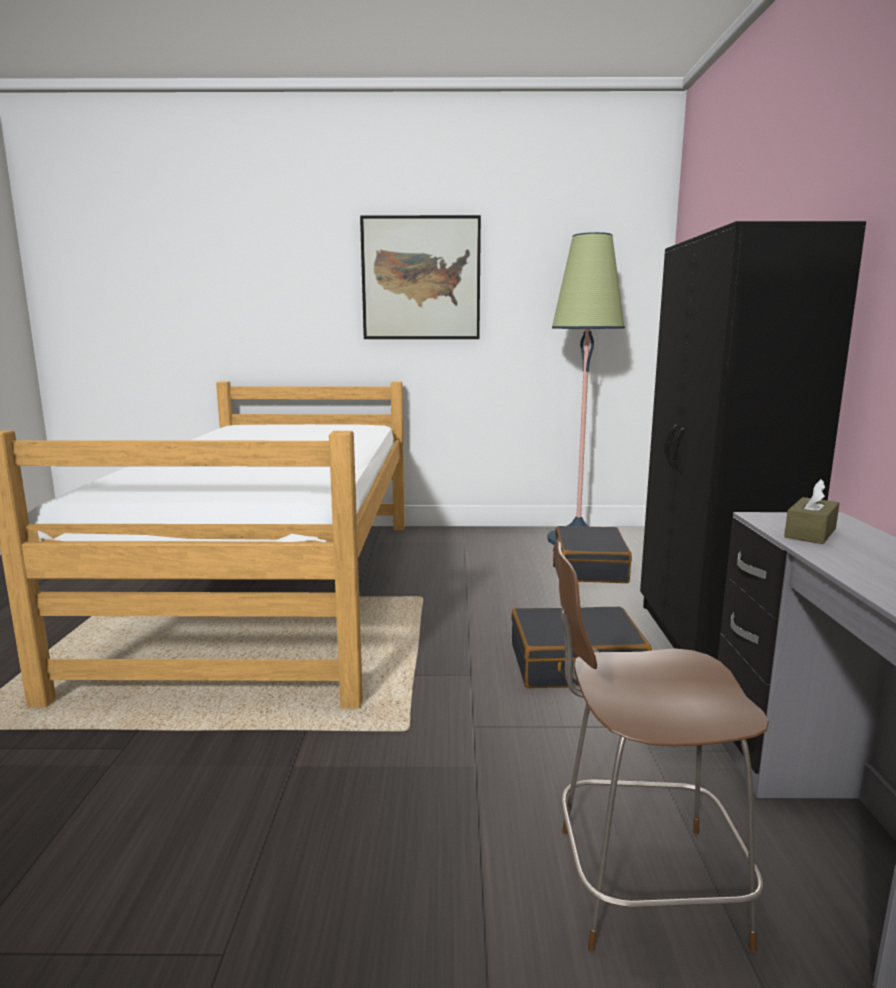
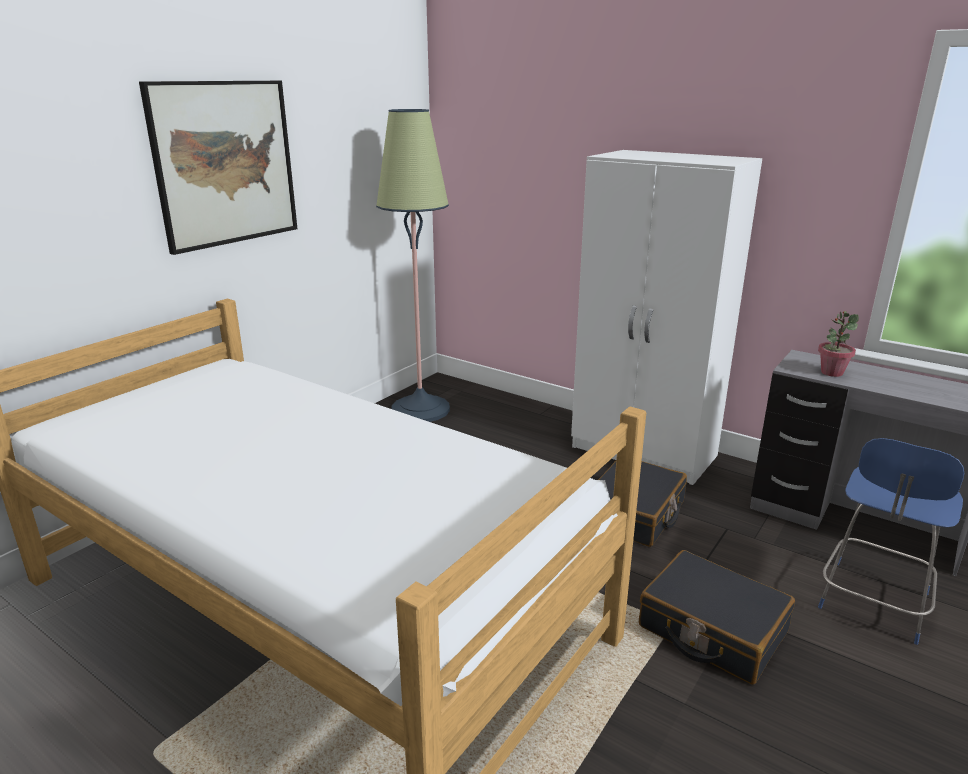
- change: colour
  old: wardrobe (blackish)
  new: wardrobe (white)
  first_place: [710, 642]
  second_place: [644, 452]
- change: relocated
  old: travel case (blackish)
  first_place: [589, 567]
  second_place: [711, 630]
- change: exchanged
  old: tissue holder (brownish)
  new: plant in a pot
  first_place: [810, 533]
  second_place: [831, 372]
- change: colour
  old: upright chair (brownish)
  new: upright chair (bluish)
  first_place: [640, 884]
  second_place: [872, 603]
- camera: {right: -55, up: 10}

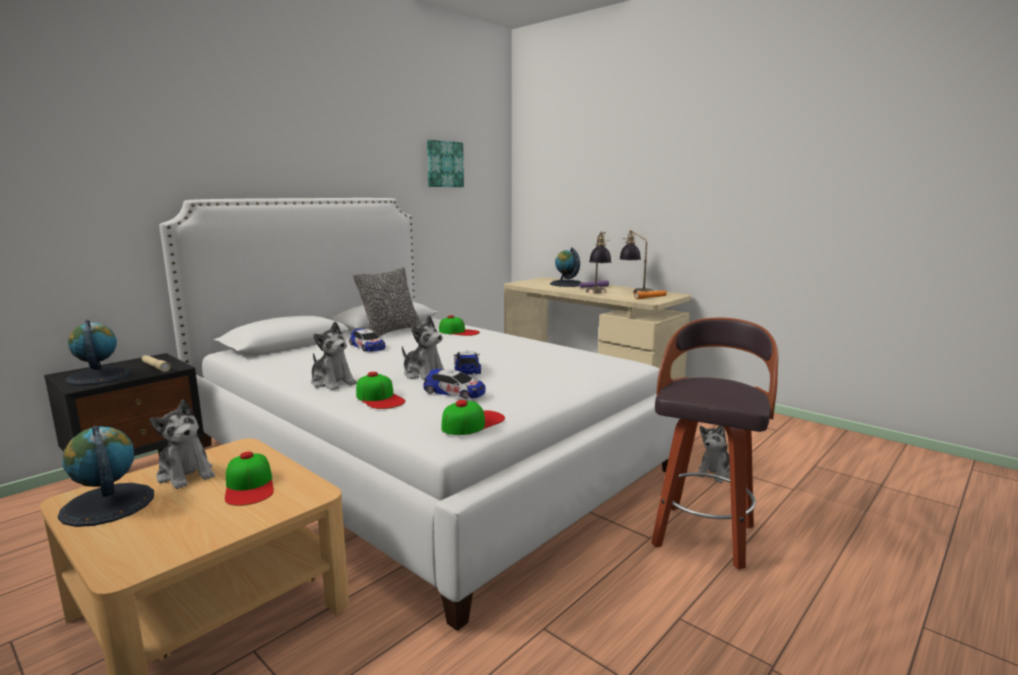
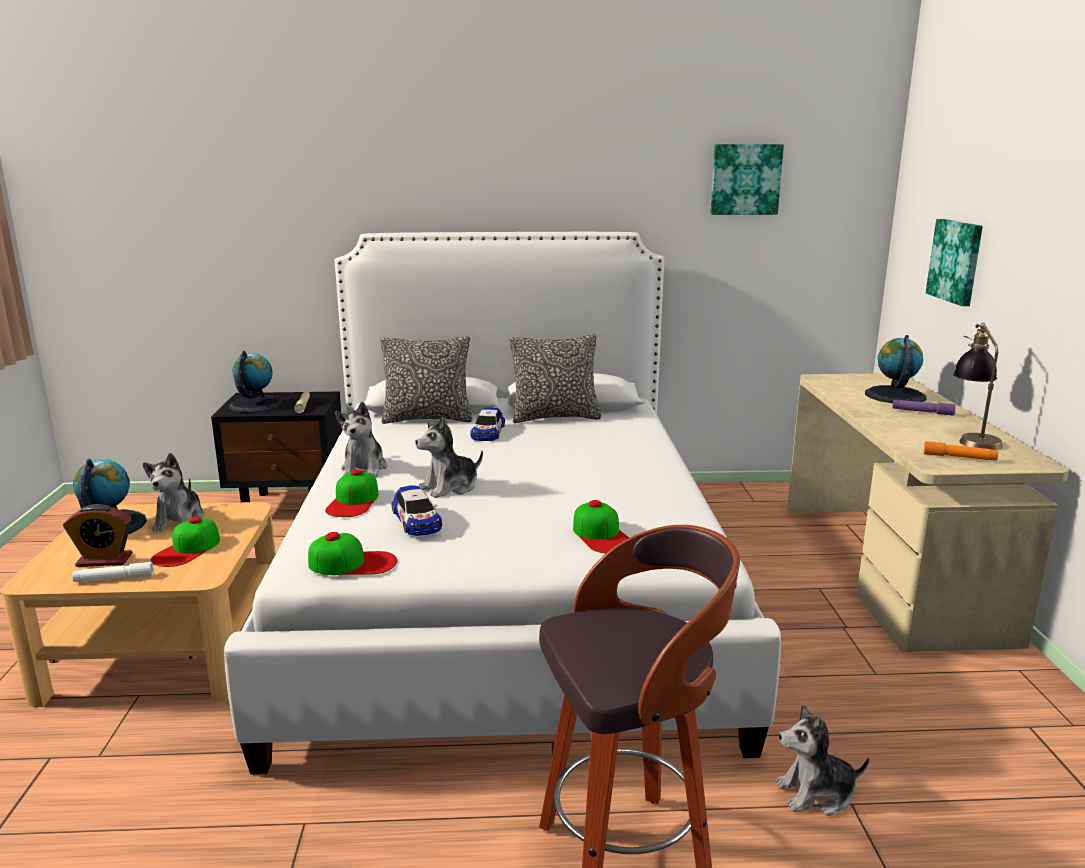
- change: appeared
  new: bedside clock
  second_place: [104, 560]
- change: appeared
  new: torch (white)
  second_place: [114, 579]
- change: appeared
  new: throw pillow
  second_place: [428, 419]
- change: spun
  old: plush toy
  first_place: [424, 374]
  second_place: [450, 487]
  degrees: 60
- change: relocated
  old: peaked cap
  first_place: [459, 332]
  second_place: [602, 535]
- change: appeared
  new: picture
  second_place: [956, 261]
- change: missing
  old: model car
  first_place: [467, 368]
- change: missing
  old: table lamp
  first_place: [597, 293]
- camera: {right: 45, up: 5}

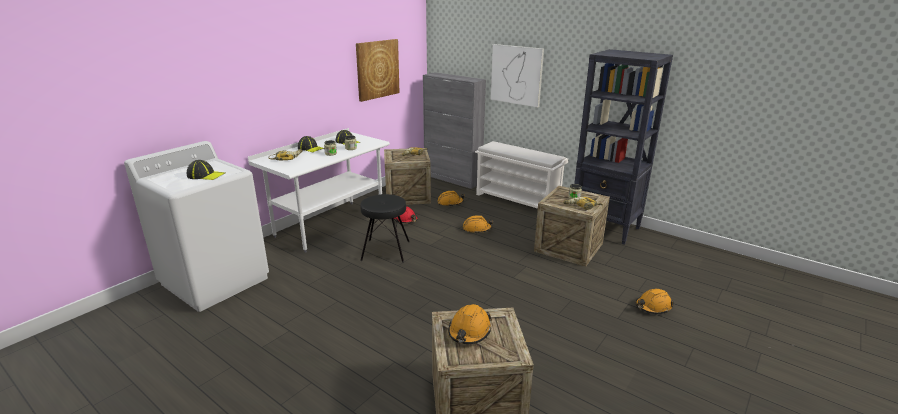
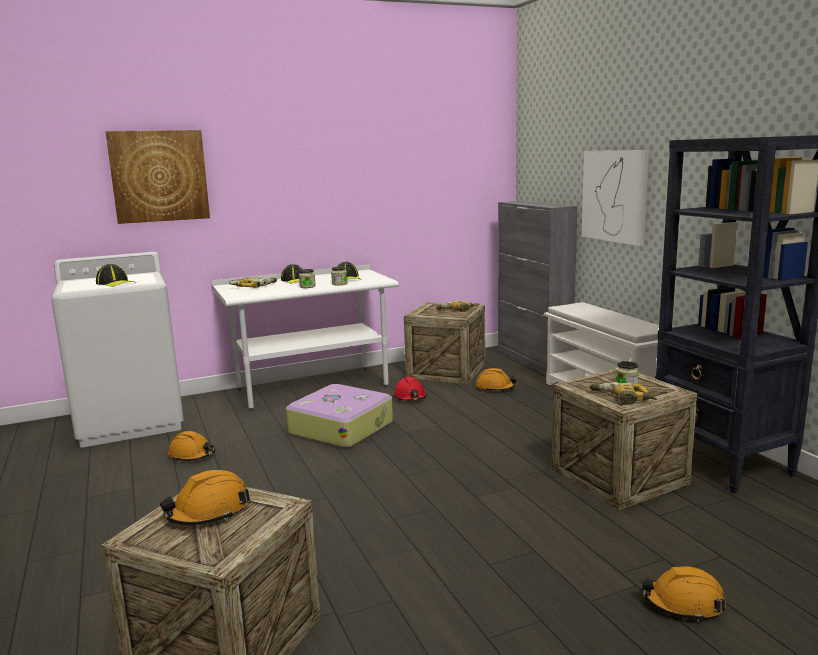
- change: relocated
  old: picture
  first_place: [377, 69]
  second_place: [159, 176]
- change: relocated
  old: hard hat (orange)
  first_place: [477, 229]
  second_place: [192, 455]
- change: exchanged
  old: stool seat (blackish)
  new: travel case
  first_place: [385, 251]
  second_place: [341, 427]
- camera: {right: 30, up: -10}

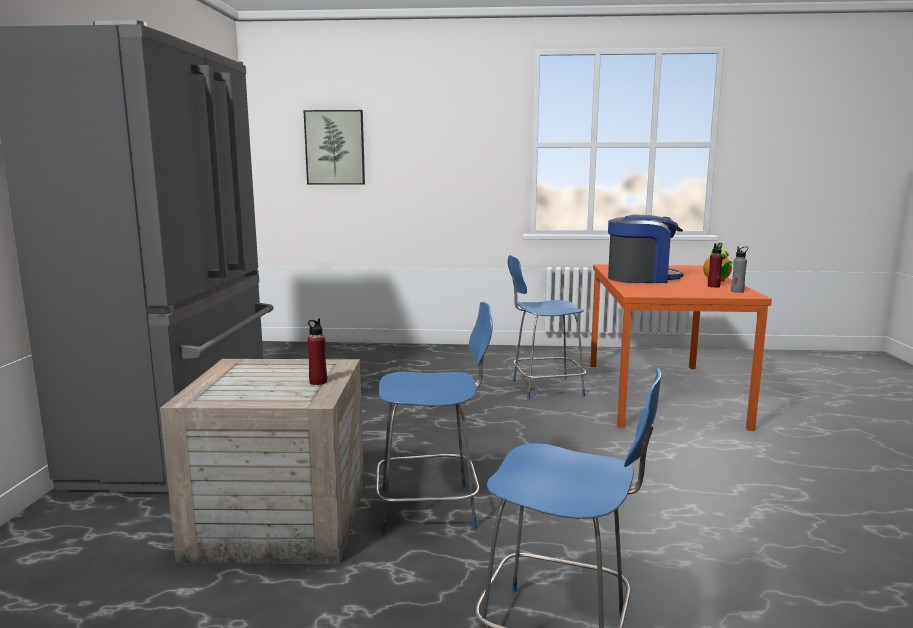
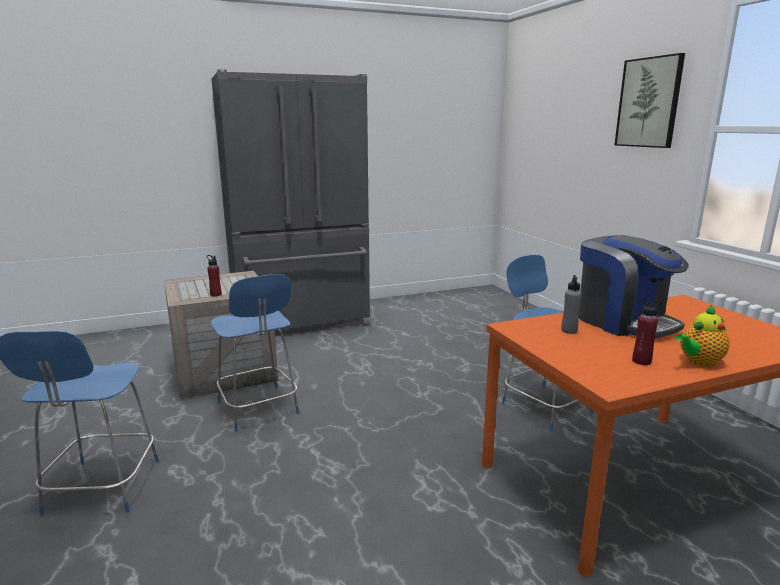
- change: relocated
  old: bottle (grey)
  first_place: [737, 291]
  second_place: [569, 331]
- change: relocated
  old: picture
  first_place: [335, 147]
  second_place: [649, 102]
- camera: {right: 65, up: 5}

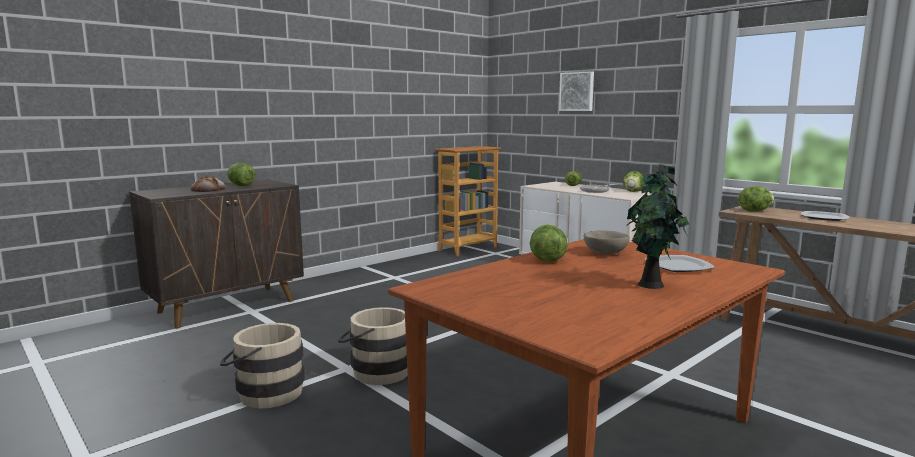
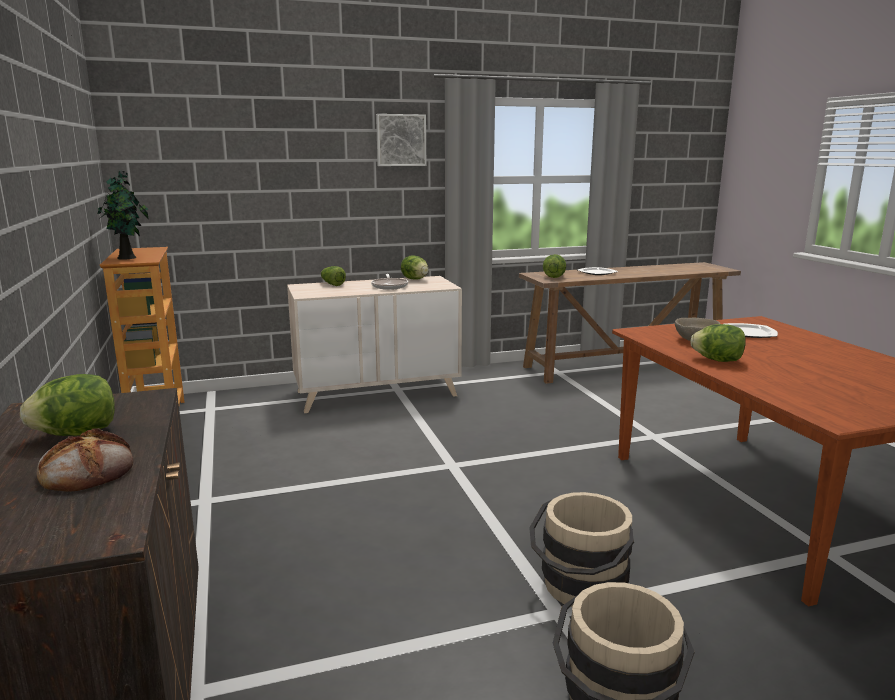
- change: relocated
  old: plant in a pot
  first_place: [652, 285]
  second_place: [128, 258]
- change: relocated
  old: picture
  first_place: [577, 91]
  second_place: [400, 140]
- camera: {right: -65, up: 5}

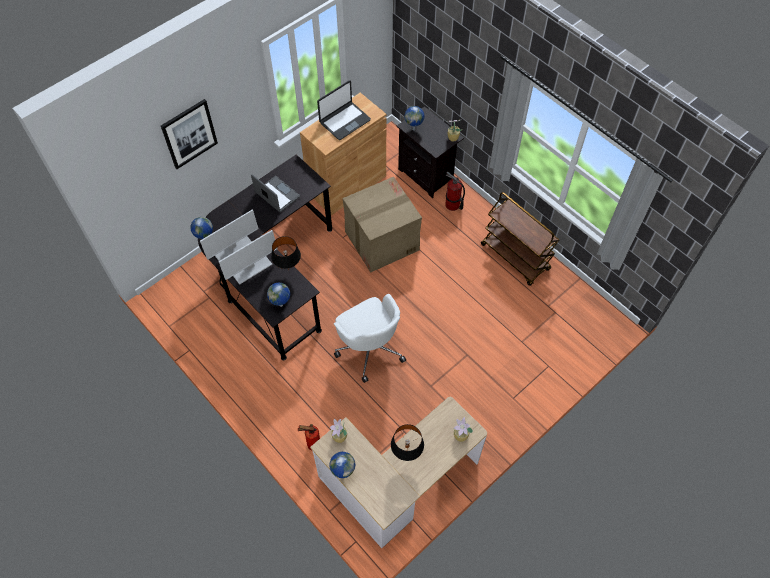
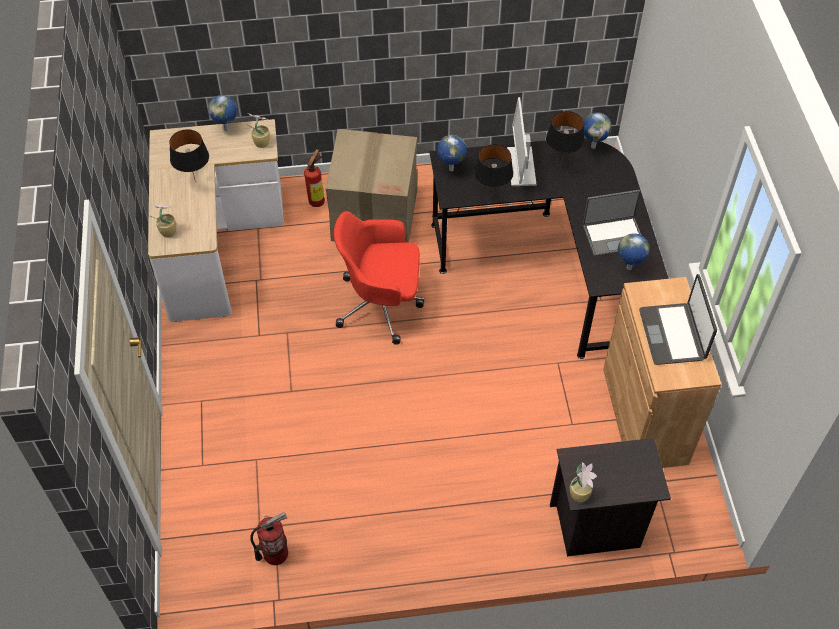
- change: relocated
  old: extinguisher
  first_place: [452, 205]
  second_place: [275, 553]
- change: relocated
  old: carton
  first_place: [381, 241]
  second_place: [374, 214]
- change: colour
  old: office chair (white)
  new: office chair (reddish)
  first_place: [370, 347]
  second_place: [381, 305]
- change: exchanged
  old: computer screen
  new: table lamp (blackish)
  first_place: [232, 248]
  second_place: [562, 163]
- change: relocated
  old: desk globe
  first_place: [414, 129]
  second_place: [629, 268]
- change: missing
  old: picture
  first_place: [189, 134]
- change: missing
  old: cart (brownish)
  first_place: [515, 257]
- camera: {right: 125, up: -5}

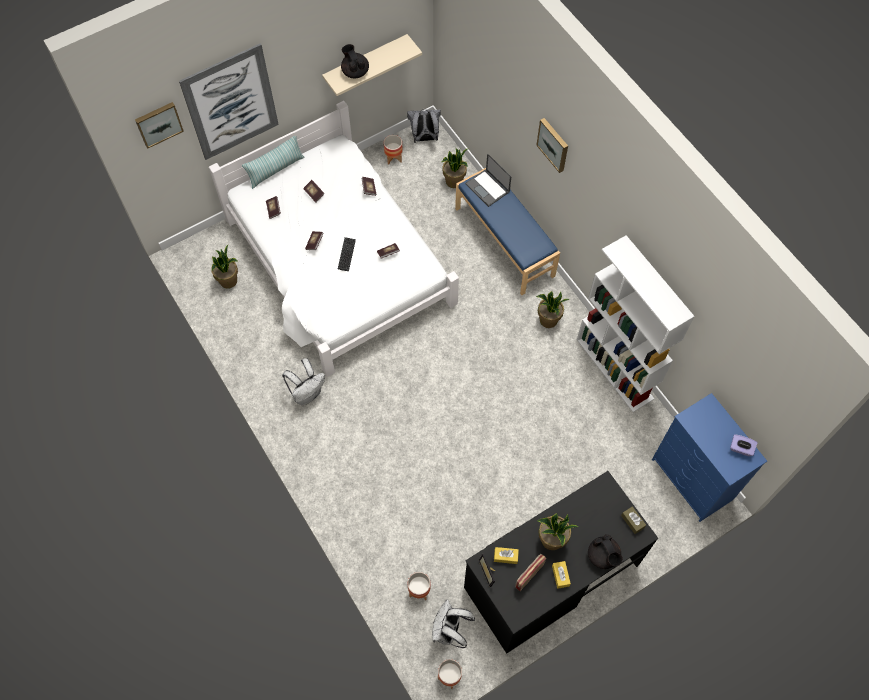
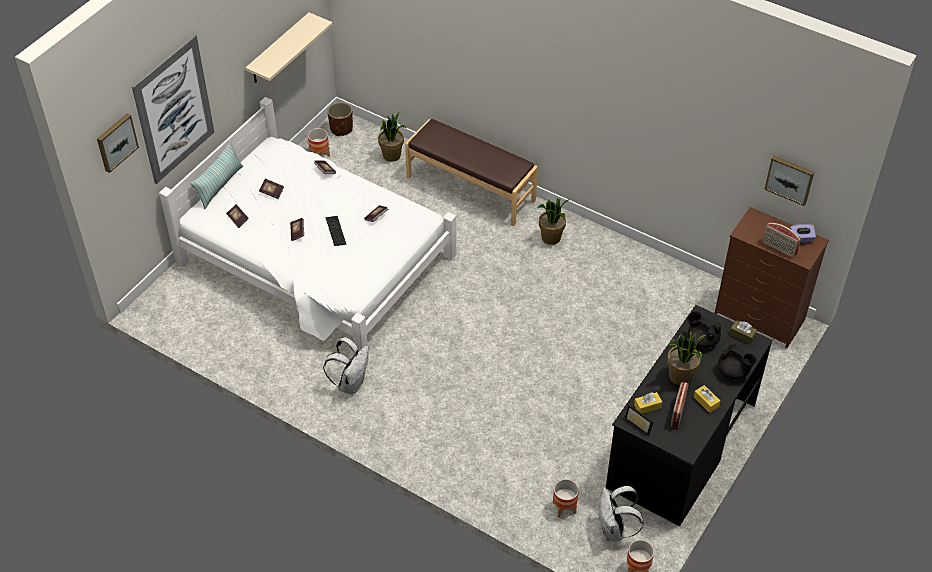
- change: exchanged
  old: rucksack (grey)
  new: flower pot (brownish)
  first_place: [424, 138]
  second_place: [341, 129]
- change: colour
  old: indoor bench (bluish)
  new: indoor bench (brownish)
  first_place: [505, 241]
  second_place: [471, 188]
- change: relocated
  old: teapot (blackish)
  first_place: [355, 71]
  second_place: [702, 339]
- change: colour
  old: dresser (bluish)
  new: dresser (brownish)
  first_place: [692, 480]
  second_place: [760, 317]
- change: appeared
  new: radio receiver
  second_place: [779, 248]
- change: relocated
  old: picture
  first_place: [553, 144]
  second_place: [790, 179]
- change: missing
  old: plant in a pot
  first_place: [229, 281]
- change: missing
  old: laptop
  first_place: [488, 188]
- change: missing
  old: shelving unit (white)
  first_place: [615, 369]
- camera: {right: -25, up: -15}

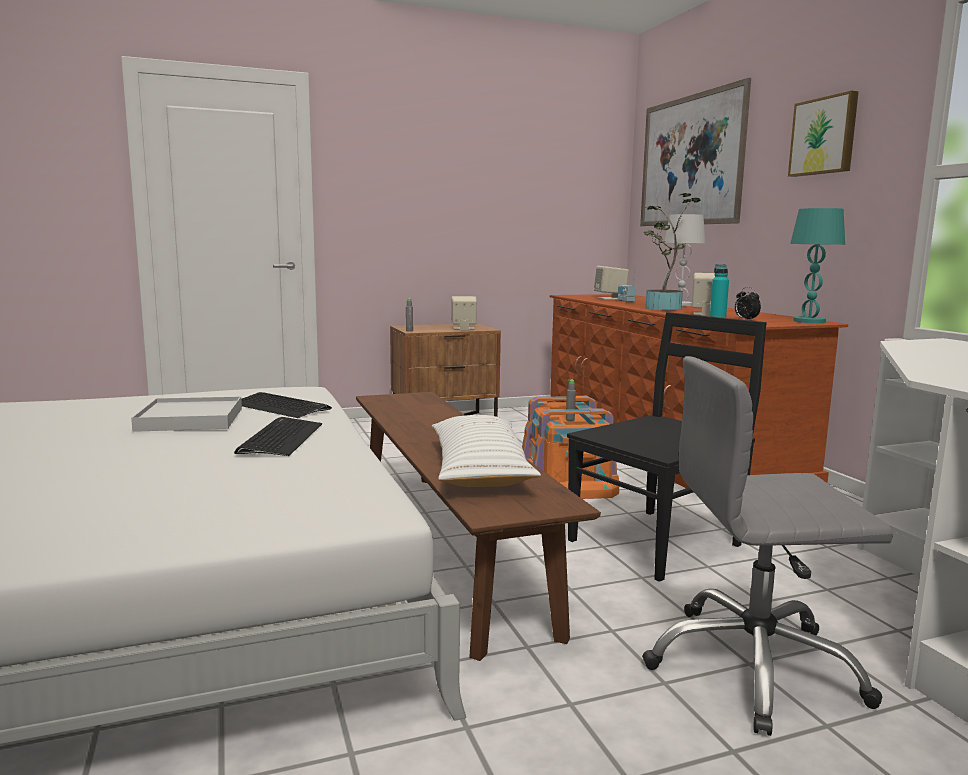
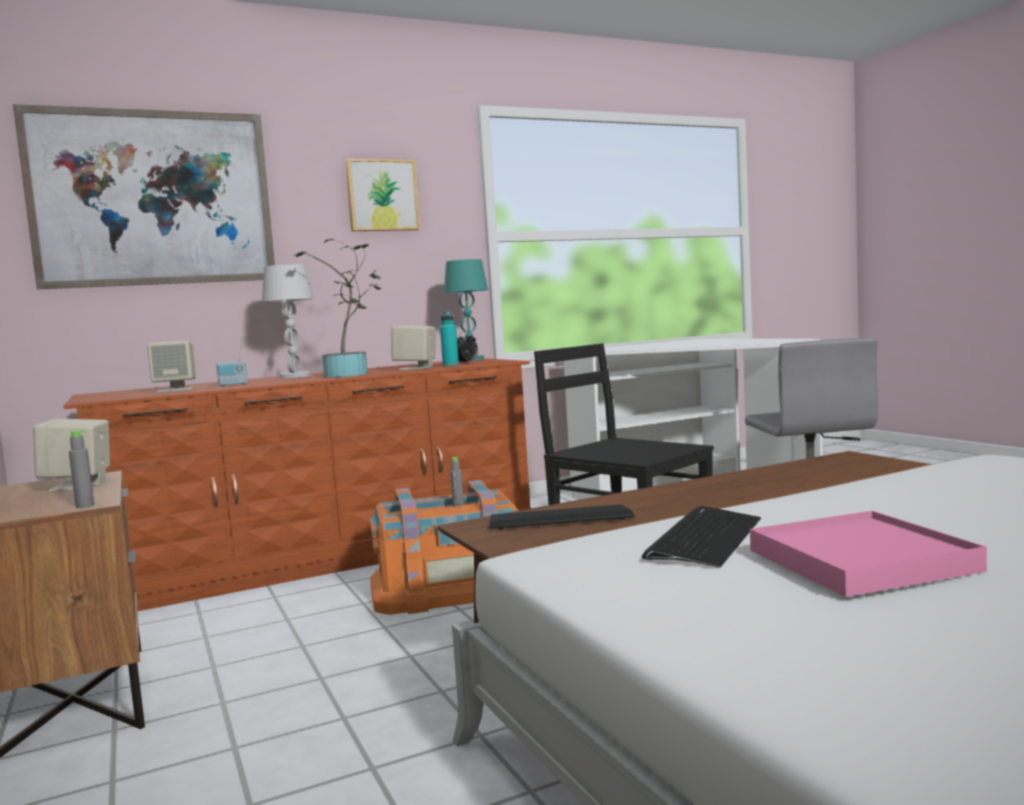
- change: relocated
  old: keyboard
  first_place: [281, 439]
  second_place: [559, 519]
- change: colour
  old: carrying tray (white)
  new: carrying tray (pink-coloured)
  first_place: [190, 419]
  second_place: [861, 560]
- change: missing
  old: throw pillow (white)
  first_place: [479, 469]
- camera: {right: -95, up: -5}

